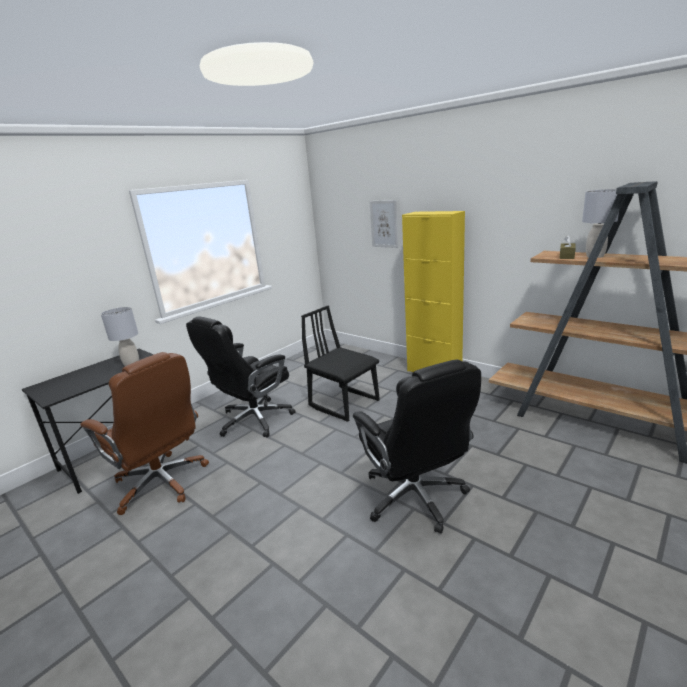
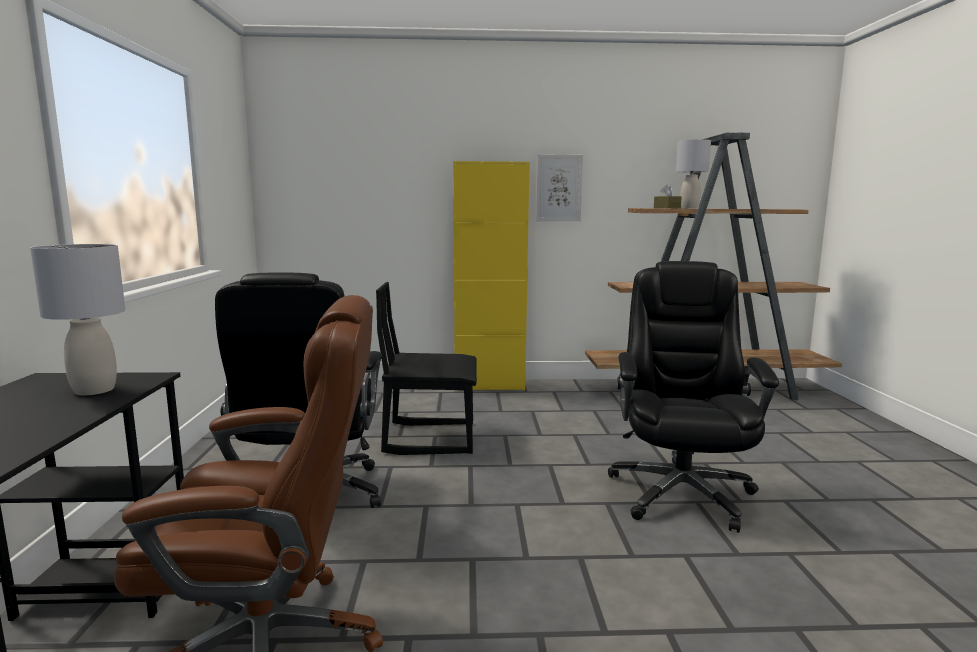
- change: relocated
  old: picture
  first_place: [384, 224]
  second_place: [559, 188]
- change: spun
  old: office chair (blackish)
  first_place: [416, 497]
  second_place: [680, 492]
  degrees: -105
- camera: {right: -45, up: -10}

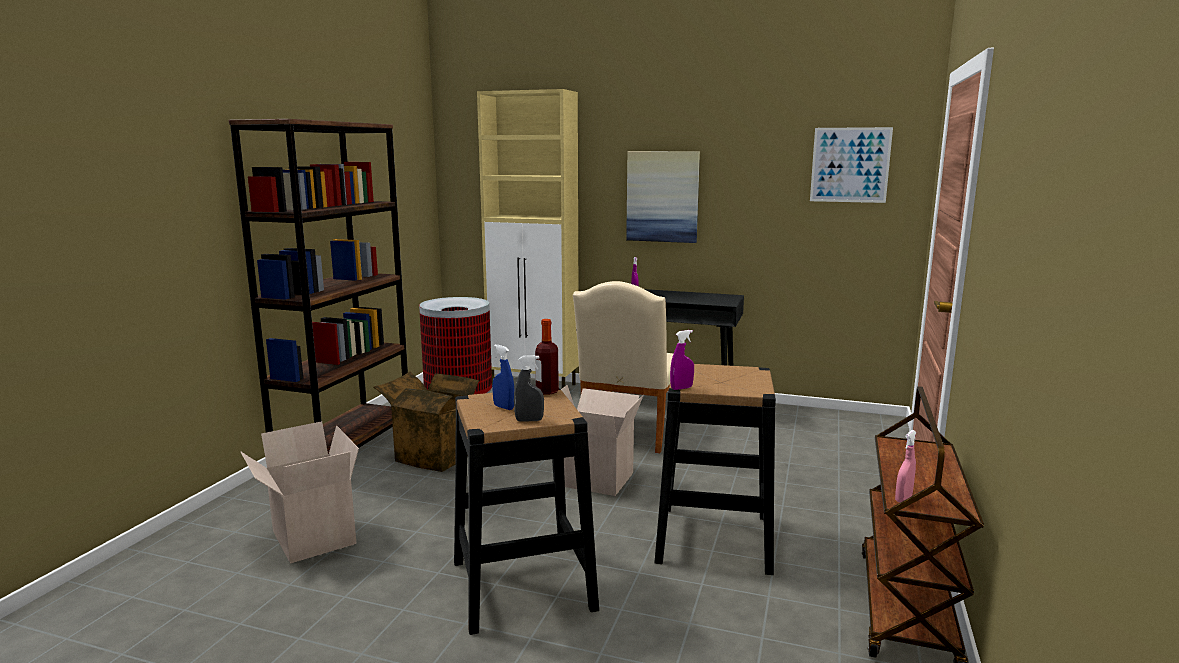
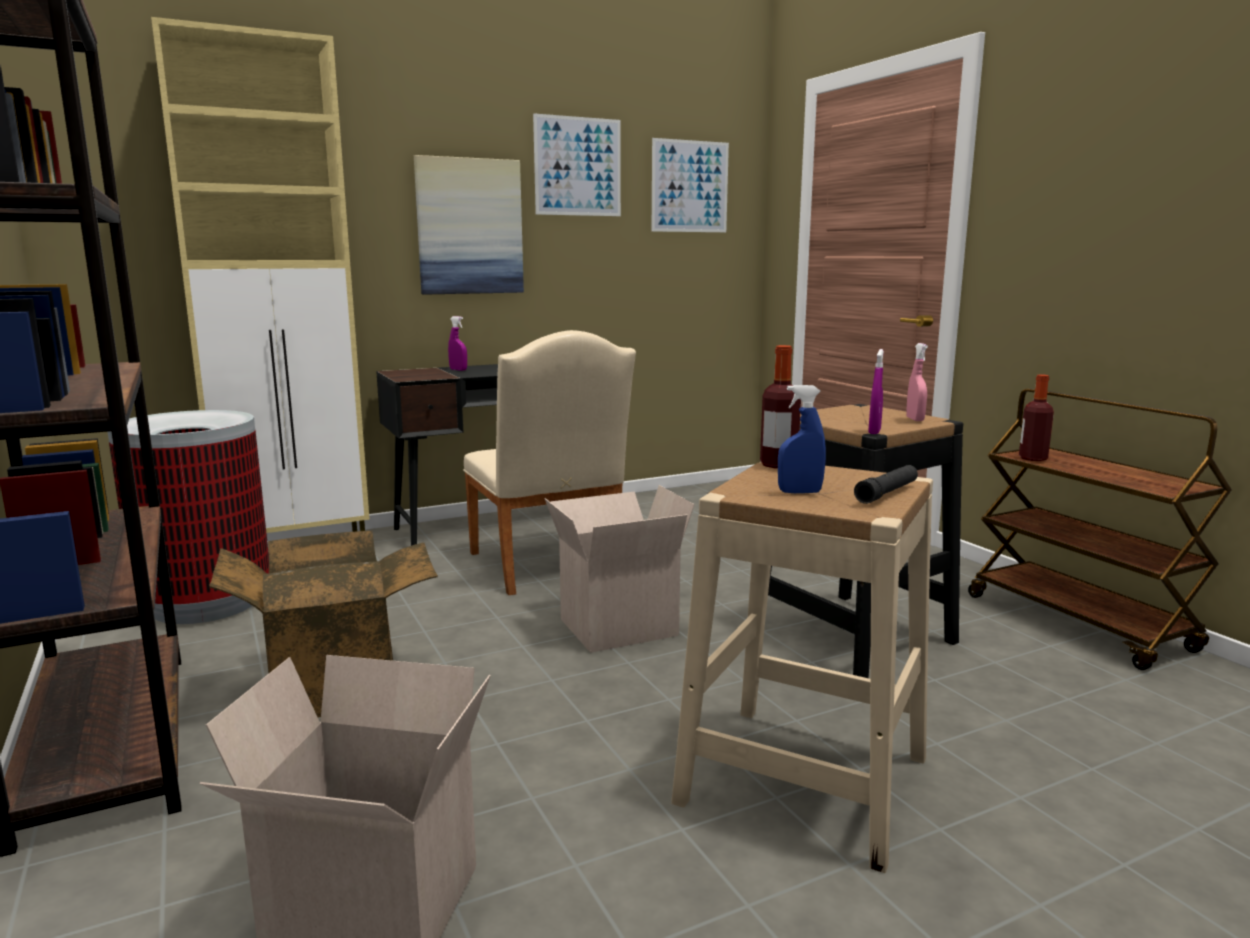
- change: appeared
  new: picture
  second_place: [578, 166]
- change: colour
  old: stool seat (blackish)
  new: stool seat (sand-coloured)
  first_place: [522, 585]
  second_place: [804, 779]
- change: exchanged
  old: hand sprayer (grey)
  new: torch (blackish)
  first_place: [529, 420]
  second_place: [887, 493]
- change: relocated
  old: hand sprayer (pink-coloured)
  first_place: [903, 499]
  second_place: [915, 419]
- change: appeared
  new: bottle
  second_place: [1033, 458]
- camera: {right: -45, up: 0}

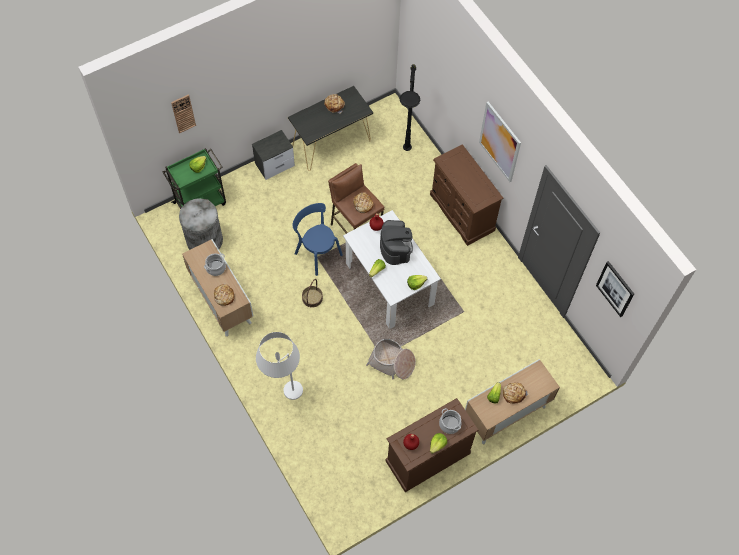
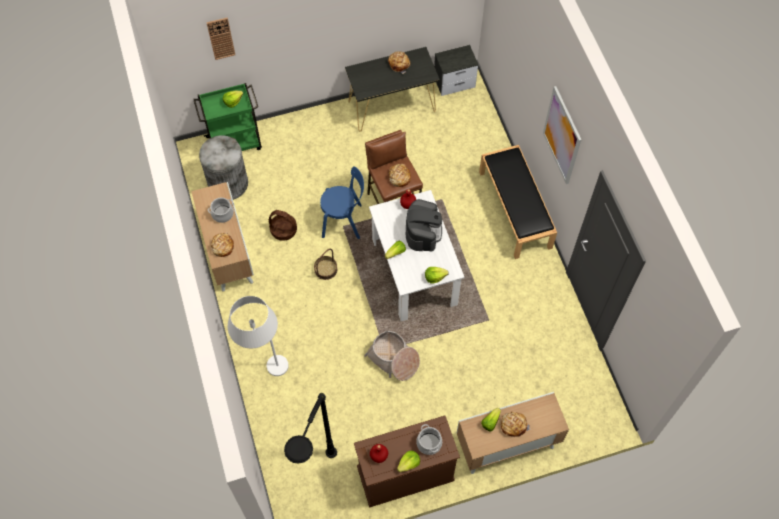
- change: appeared
  new: household basket
  second_place: [283, 230]
- change: relocated
  old: standing lamp (blackish)
  first_place: [404, 170]
  second_place: [317, 487]
- change: spun
  old: upright chair (bluish)
  first_place: [317, 252]
  second_place: [344, 221]
  degrees: 120
- change: relocated
  old: nightstand
  first_place: [275, 164]
  second_place: [455, 82]
- change: exchanged
  old: dresser (brownish)
  new: indoor bench (blackish)
  first_place: [462, 212]
  second_place: [515, 210]
- change: missing
  old: picture
  first_place: [615, 288]
- camera: {right: 15, up: 0}

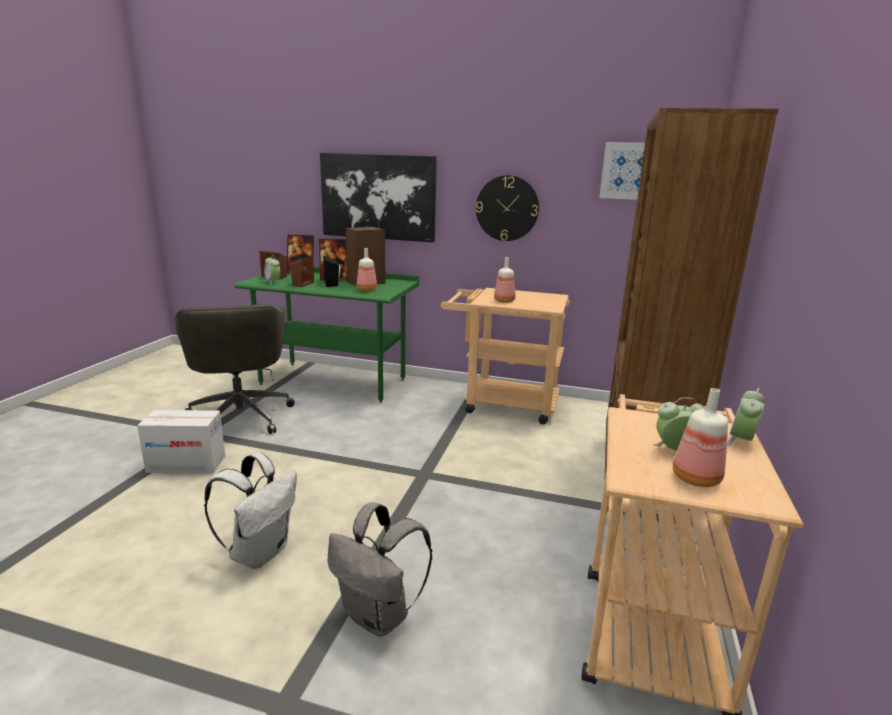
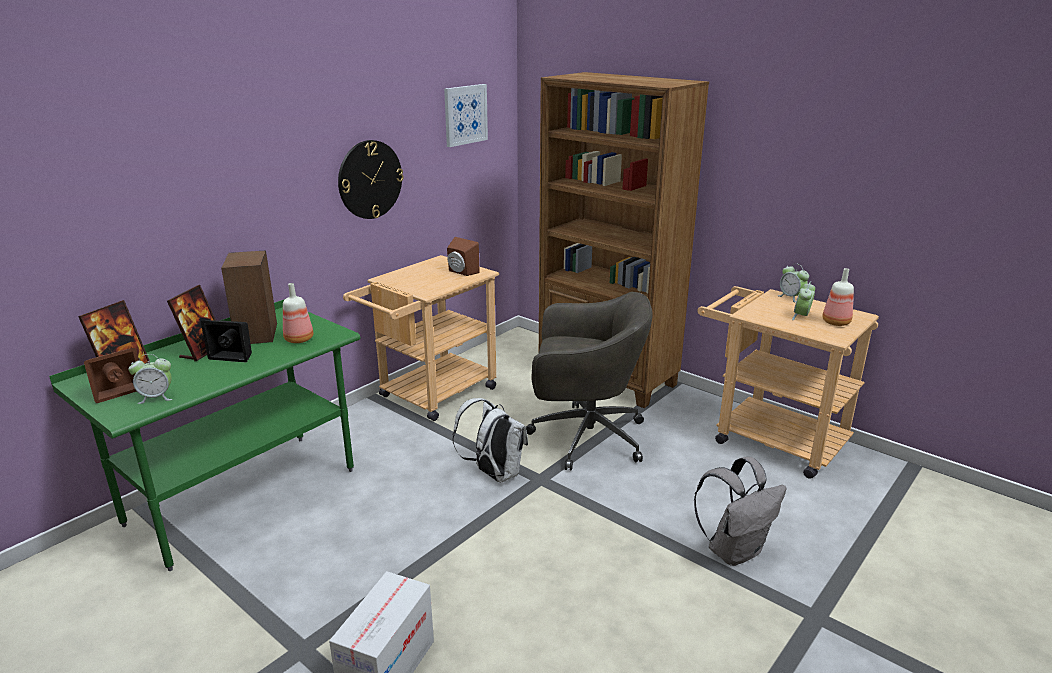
- change: relocated
  old: audio speaker (brownish)
  first_place: [301, 284]
  second_place: [461, 272]
- change: relocated
  old: rucksack (white)
  first_place: [260, 552]
  second_place: [494, 474]
- change: relocated
  old: office chair (grey)
  first_place: [240, 415]
  second_place: [584, 437]
- change: missing
  old: picture
  first_place: [378, 197]
- change: missing
  old: bottle
  first_place: [504, 301]
- camera: {right: -65, up: 5}

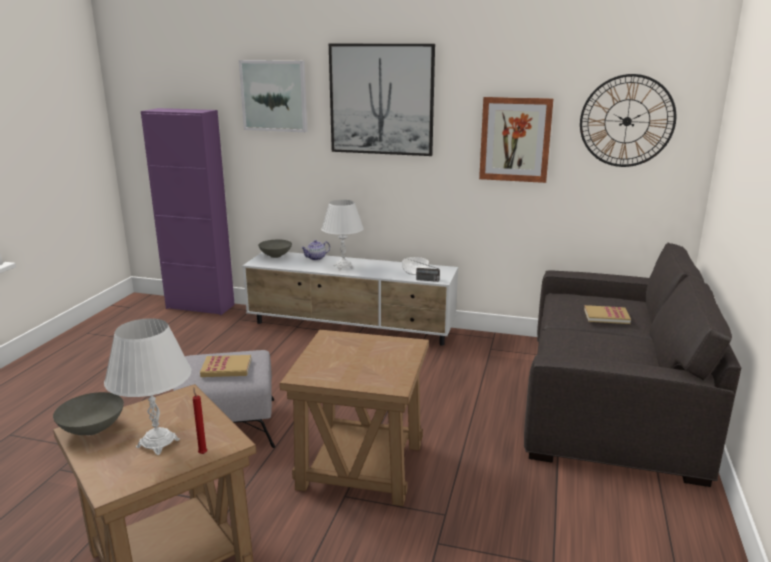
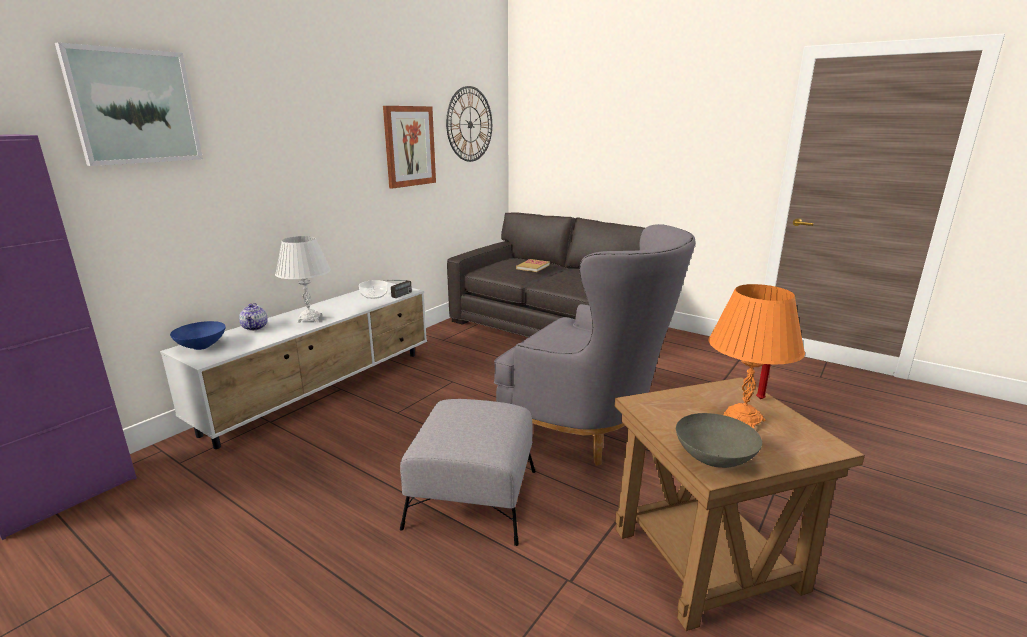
- change: colour
  old: bowl (grey)
  new: bowl (bluish)
  first_place: [275, 256]
  second_place: [201, 347]
- change: exchanged
  old: end table (brownish)
  new: armchair (grey)
  first_place: [360, 466]
  second_place: [589, 429]
- change: colour
  old: table lamp (white)
  new: table lamp (orange)
  first_place: [158, 443]
  second_place: [742, 420]
- change: missing
  old: volume
  first_place: [226, 368]
- change: missing
  old: picture
  first_place: [381, 99]
- camera: {right: -70, up: 0}

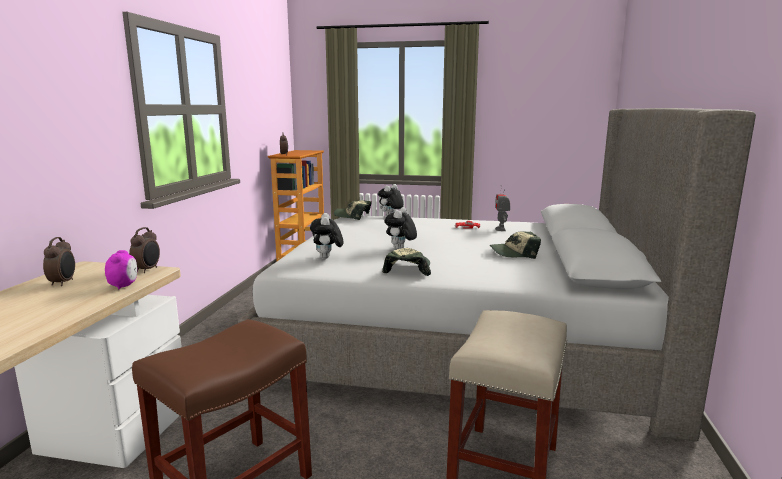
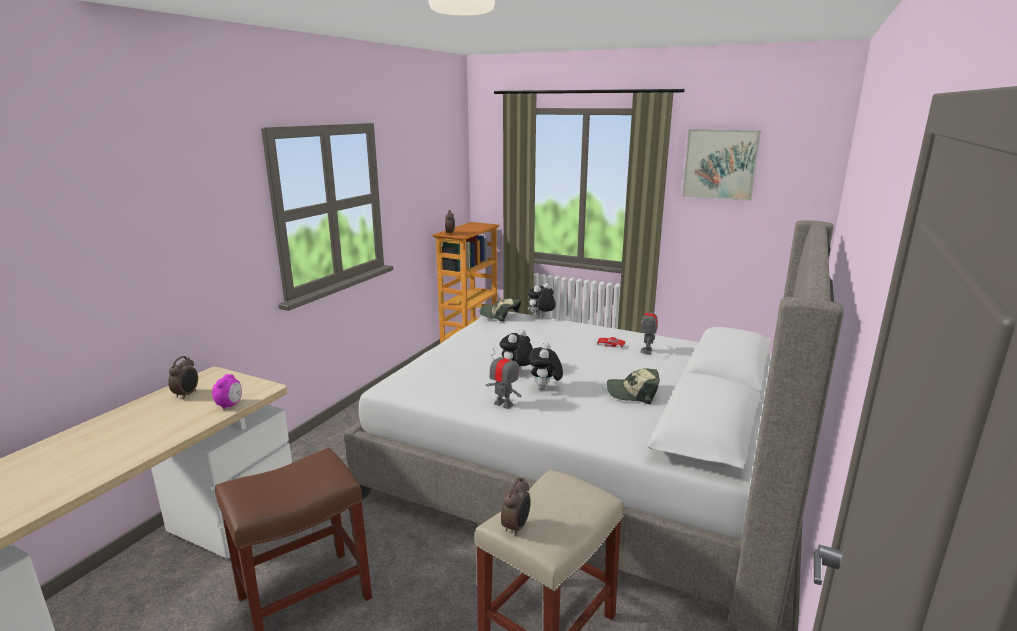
- change: exchanged
  old: peaked cap
  new: model robot
  first_place: [407, 269]
  second_place: [503, 404]
- change: relocated
  old: bedside clock
  first_place: [147, 270]
  second_place: [516, 527]
- change: relocated
  old: plush toy
  first_place: [327, 258]
  second_place: [545, 389]
- change: appeared
  new: picture
  second_place: [720, 164]
- camera: {right: 15, up: 5}

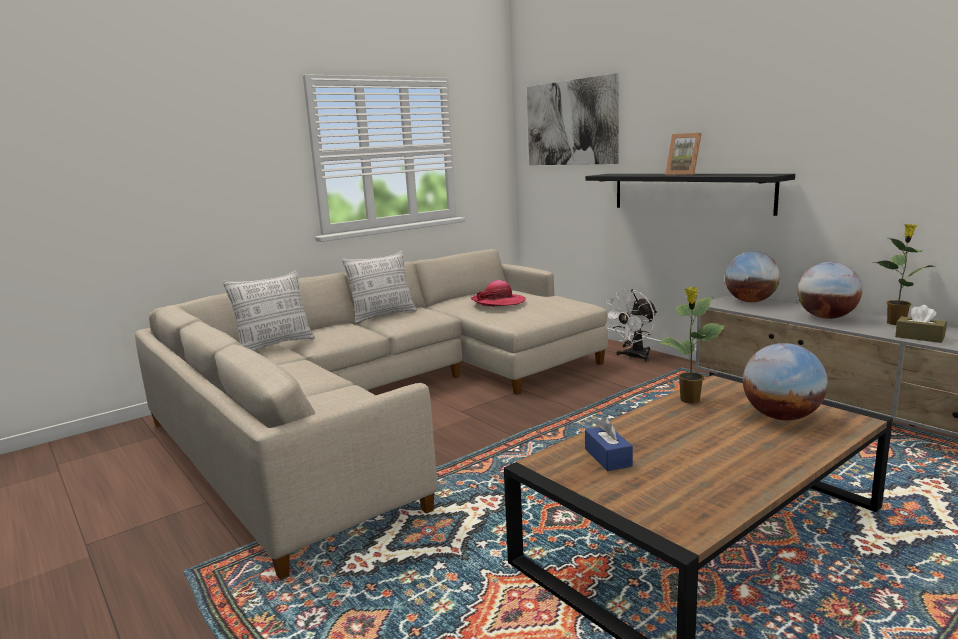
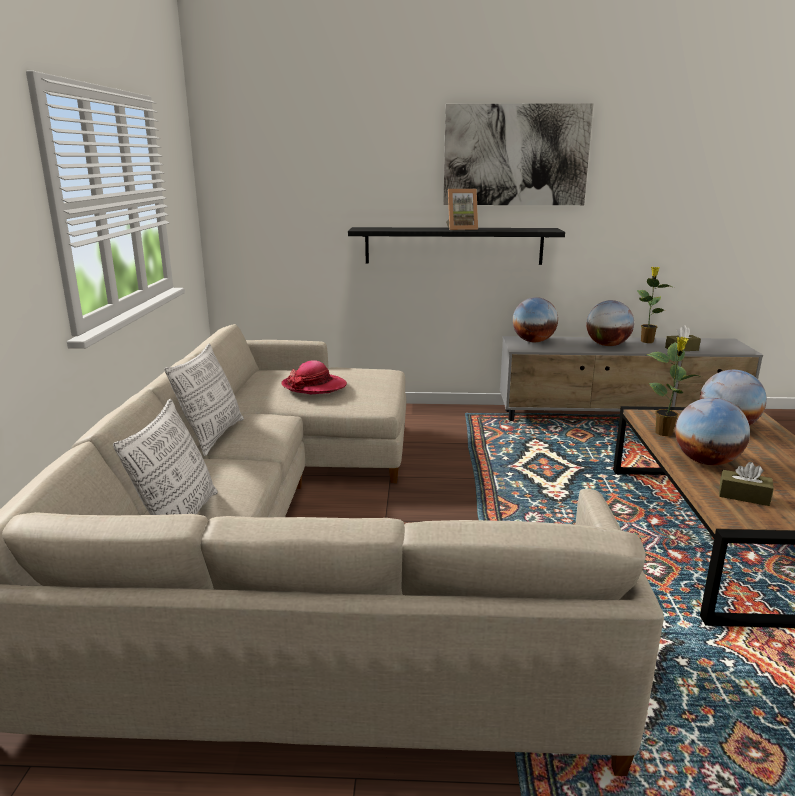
- change: relocated
  old: picture
  first_place: [571, 123]
  second_place: [515, 155]
- change: appeared
  new: desk globe
  second_place: [706, 461]
- change: colour
  old: tissue holder (bluish)
  new: tissue holder (brownish)
  first_place: [608, 457]
  second_place: [743, 496]
- change: missing
  old: cooling fan (white)
  first_place: [633, 357]
- camera: {right: -50, up: 5}

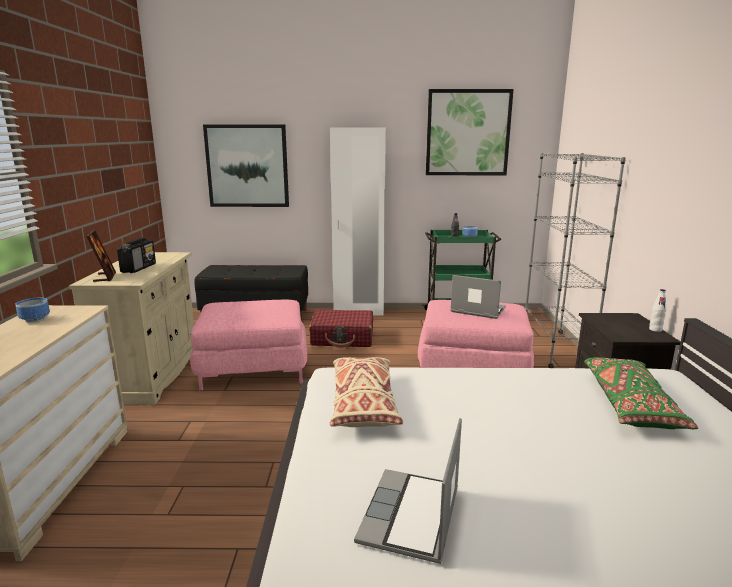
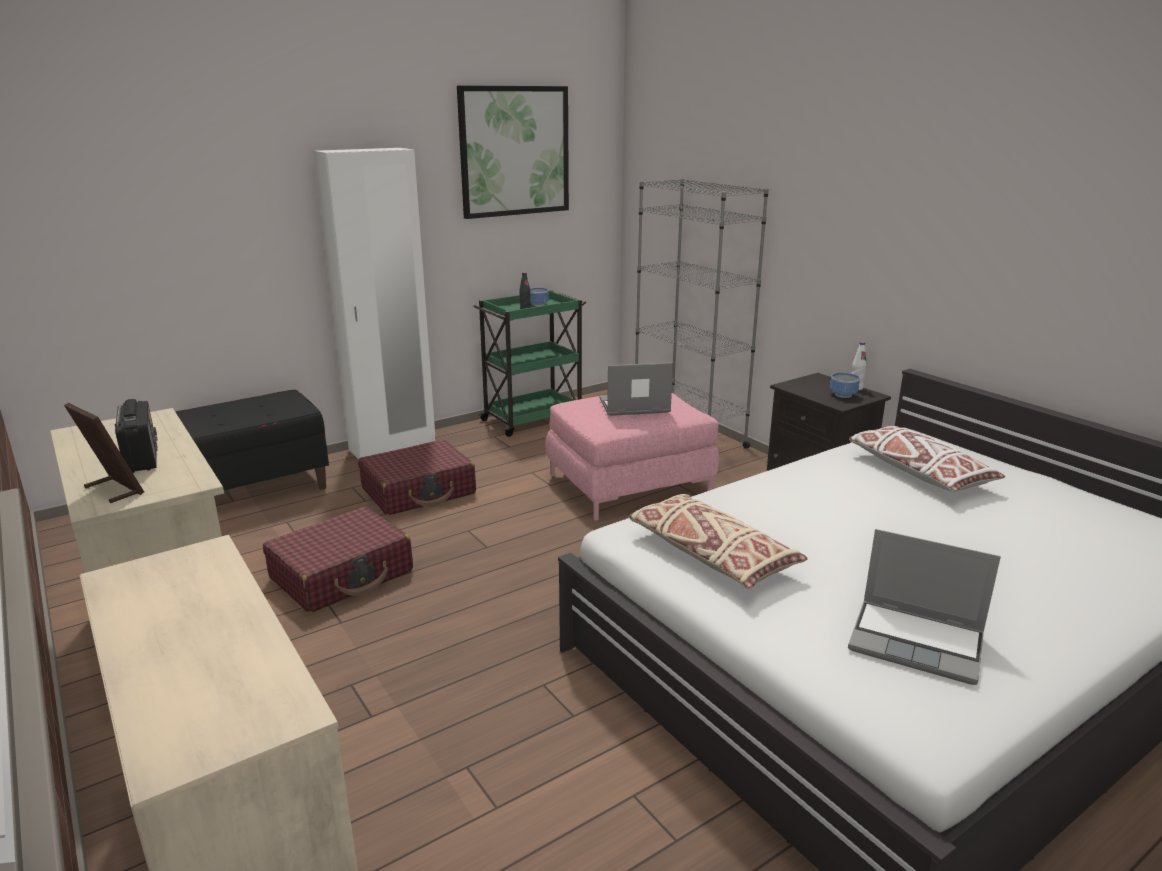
- change: exchanged
  old: pouffe (pink-coloured)
  new: travel case (reddish)
  first_place: [254, 367]
  second_place: [342, 575]
- change: relocated
  old: bowl
  first_place: [33, 320]
  second_place: [843, 395]
- change: spun
  old: laptop
  first_place: [411, 517]
  second_place: [918, 642]
  degrees: -45
- change: colour
  old: throw pillow (green)
  new: throw pillow (white)
  first_place: [630, 404]
  second_place: [918, 472]
- change: missing
  old: picture
  first_place: [247, 166]
- camera: {right: -35, up: 5}

